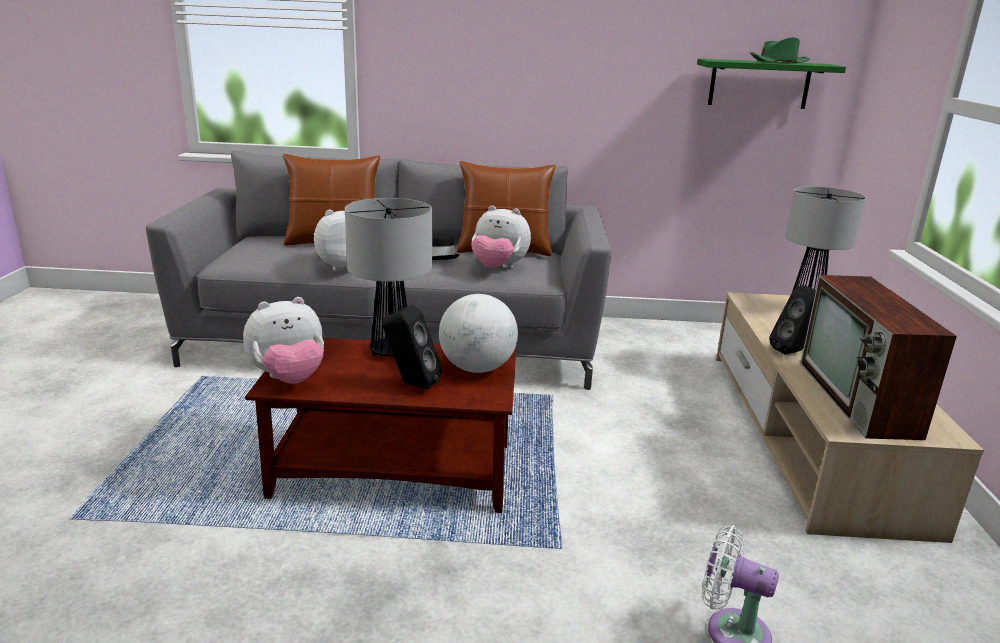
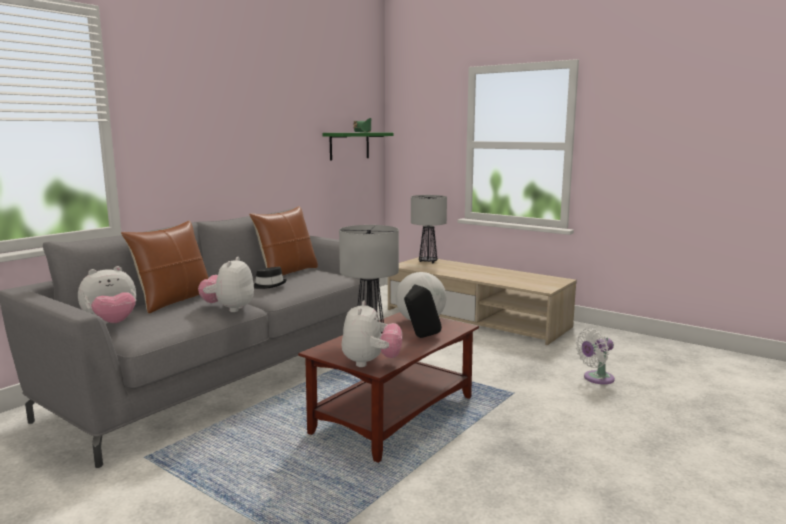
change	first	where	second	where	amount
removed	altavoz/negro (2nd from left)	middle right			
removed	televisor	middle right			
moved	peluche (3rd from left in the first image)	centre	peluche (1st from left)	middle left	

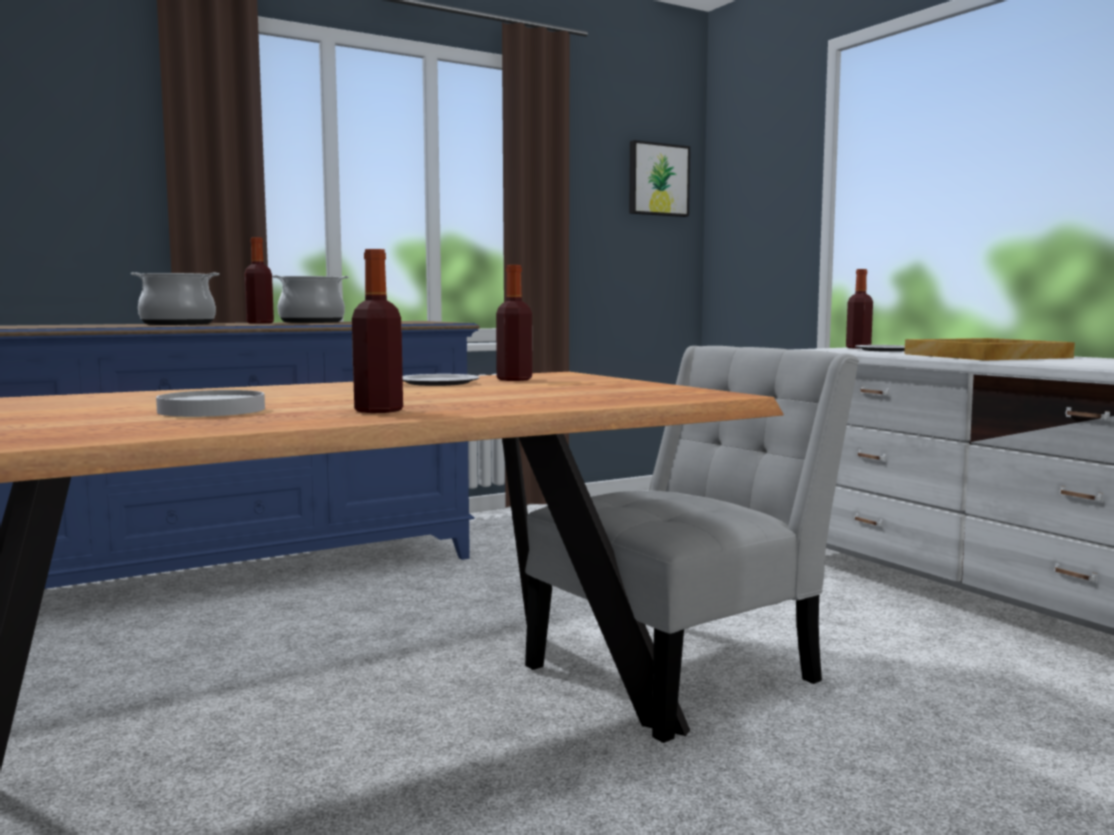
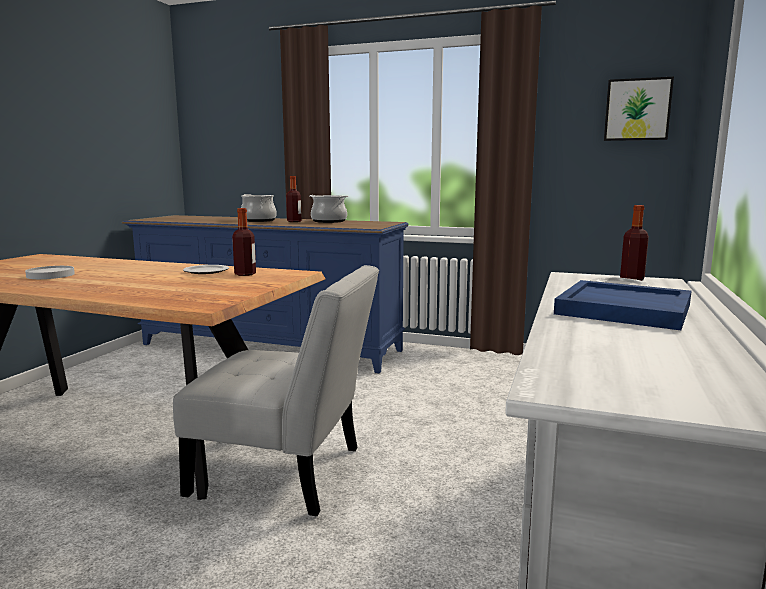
change	first	where	second	where	amount
removed	botella (2nd from left)	centre			
recoloured	bandeja/beis	middle right	bandeja/azul	middle right	

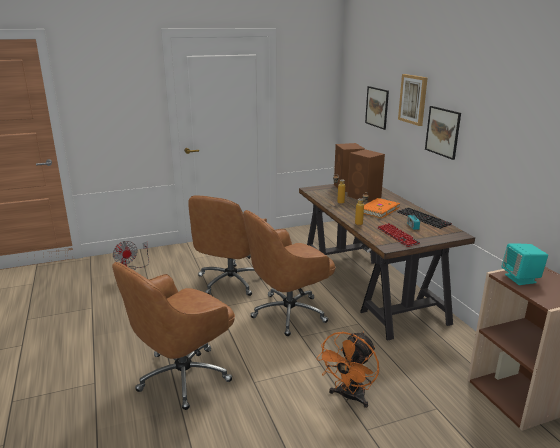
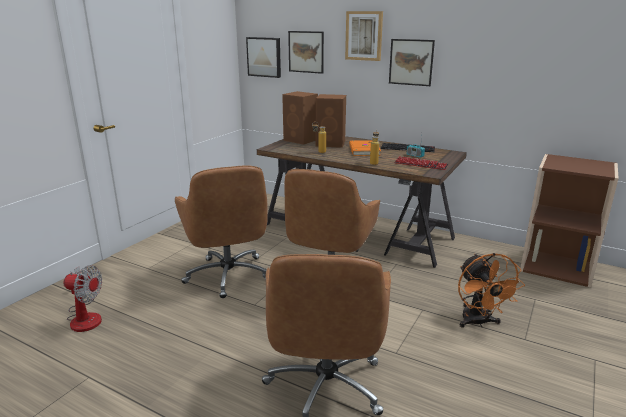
change	first	where	second	where	amount
removed	altavoz/turquesa	middle right			
added			cuadro (1st from left)	top centre	

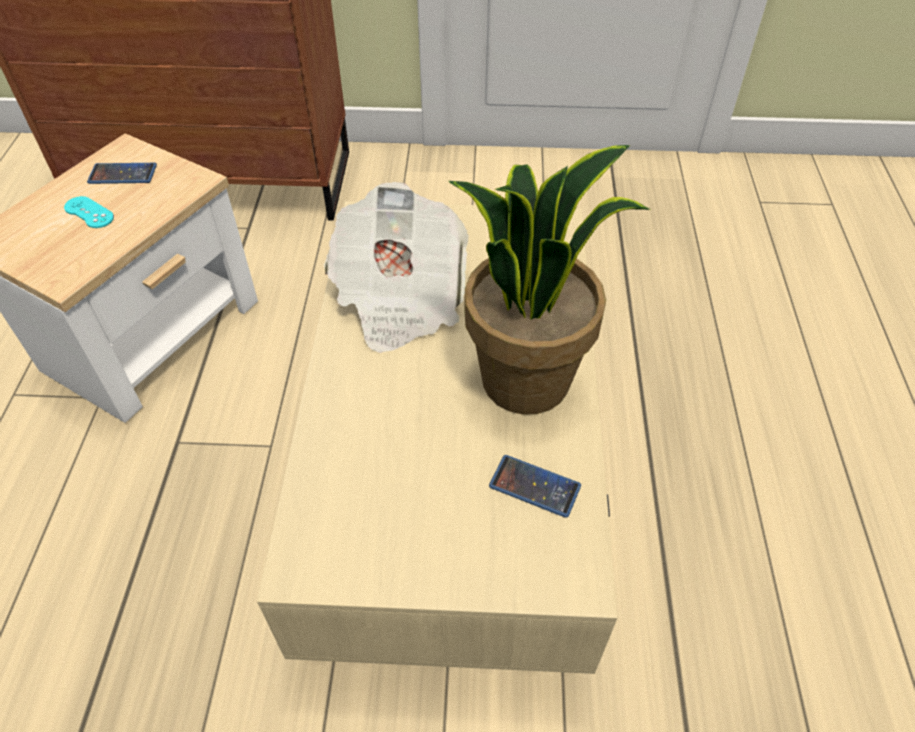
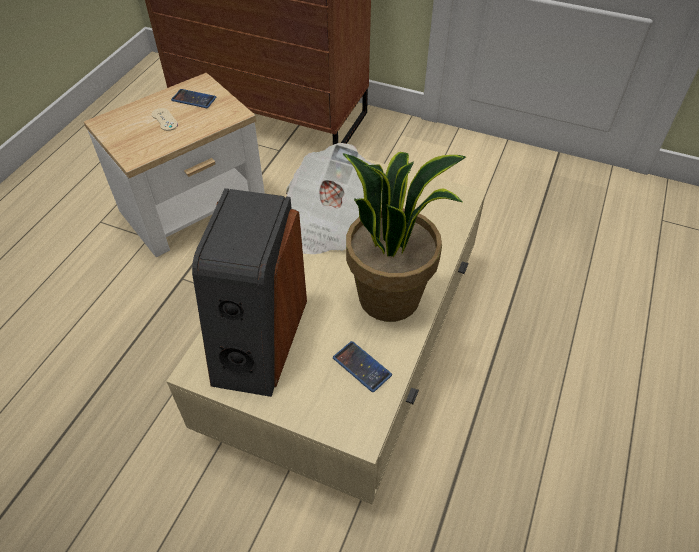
change	first	where	second	where	amount
added			altavoz	centre	
recoloured	mando de consola/turquesa	top left	mando de consola/beis	top left	

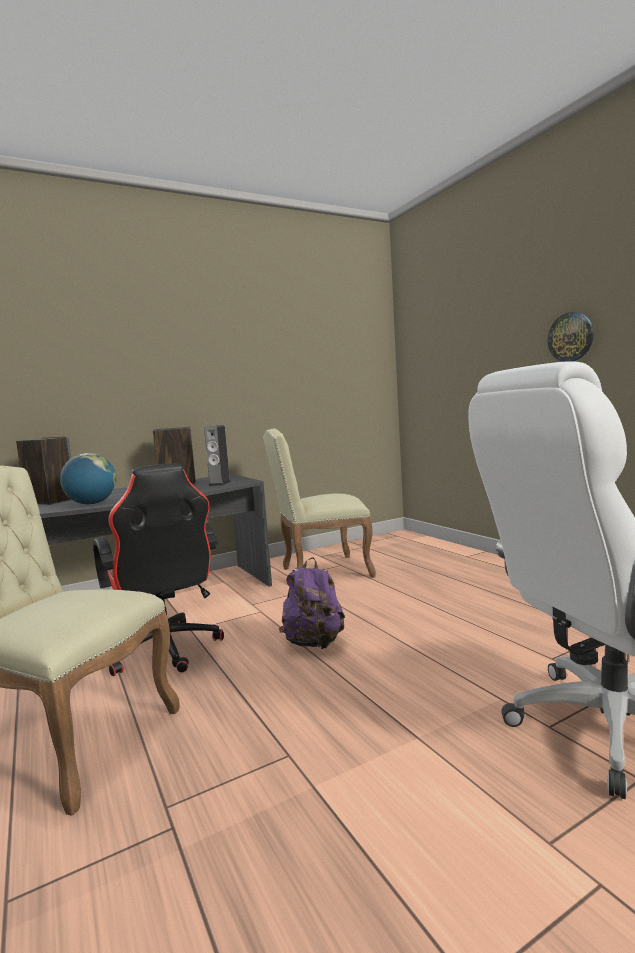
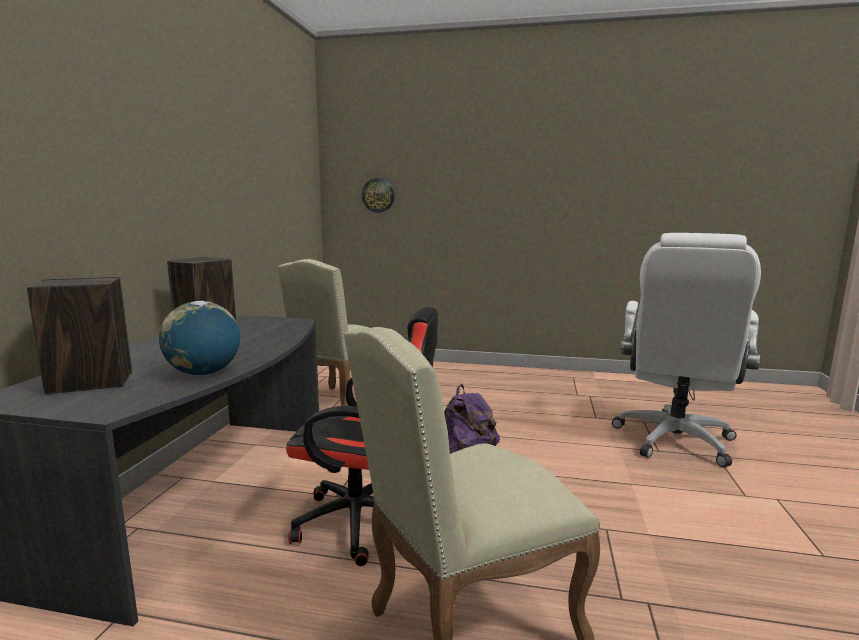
change	first	where	second	where	amount
removed	altavoz (3rd from left)	centre			
moved	reloj de pared	middle right		top centre	

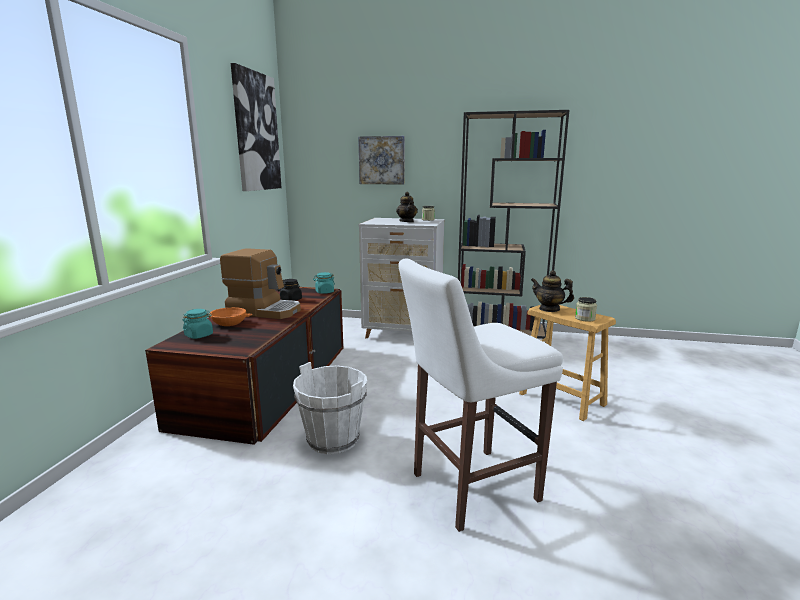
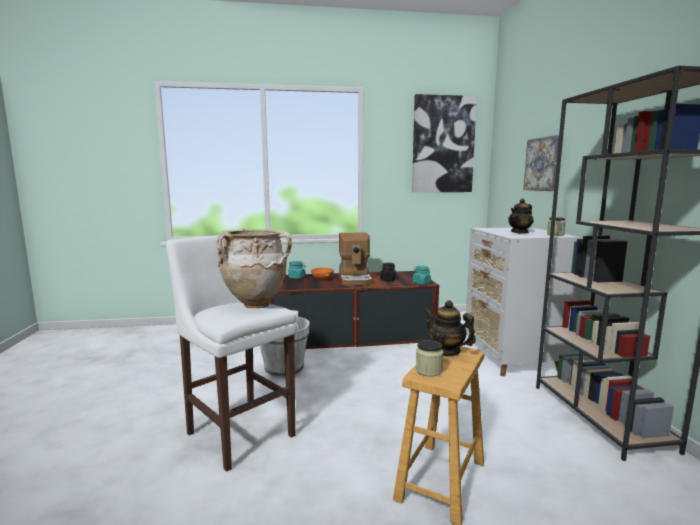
change	first	where	second	where	amount
added			florero/beis	centre	
turned	tetera (2nd from left in the first image)	middle right	tetera (1st from left)	centre	60 degrees counterclockwise

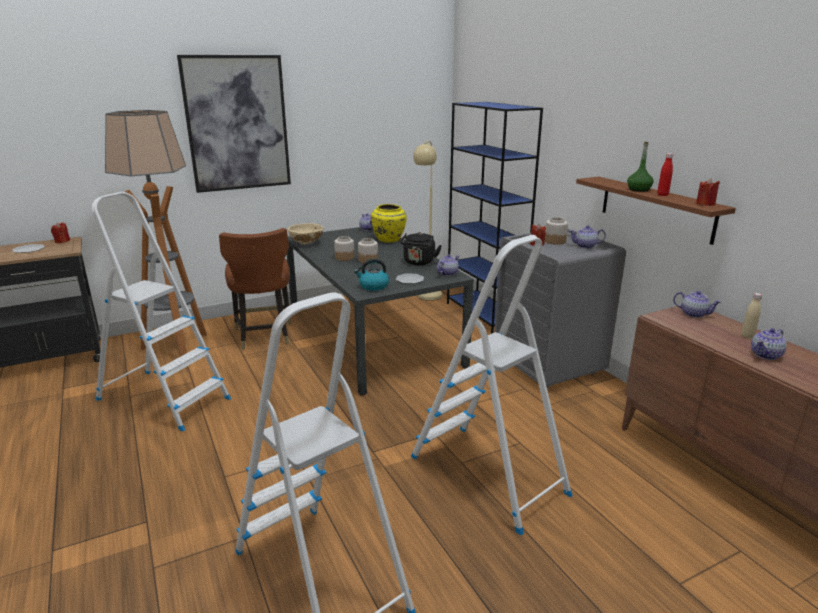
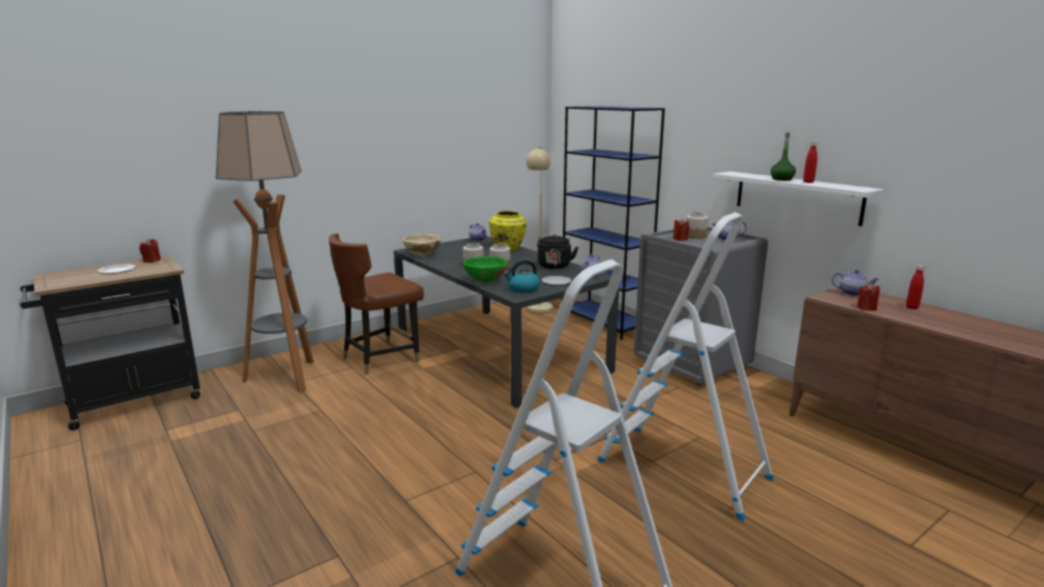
change	first	where	second	where	amount
removed	escalera de tijera/blanco (1st from left)	middle left			
removed	cuadro	top left			
removed	tetera (5th from left)	middle right			
added			cuenco/verde	centre	
moved	vela/rojo (3rd from left)	top right		middle right	
recoloured	estante/marrón	middle right	estante/blanco	middle right	
recoloured	botella/beis	middle right	botella/rojo (2nd from left)	middle right	
turned	silla/marrón	middle left		centre	75 degrees clockwise

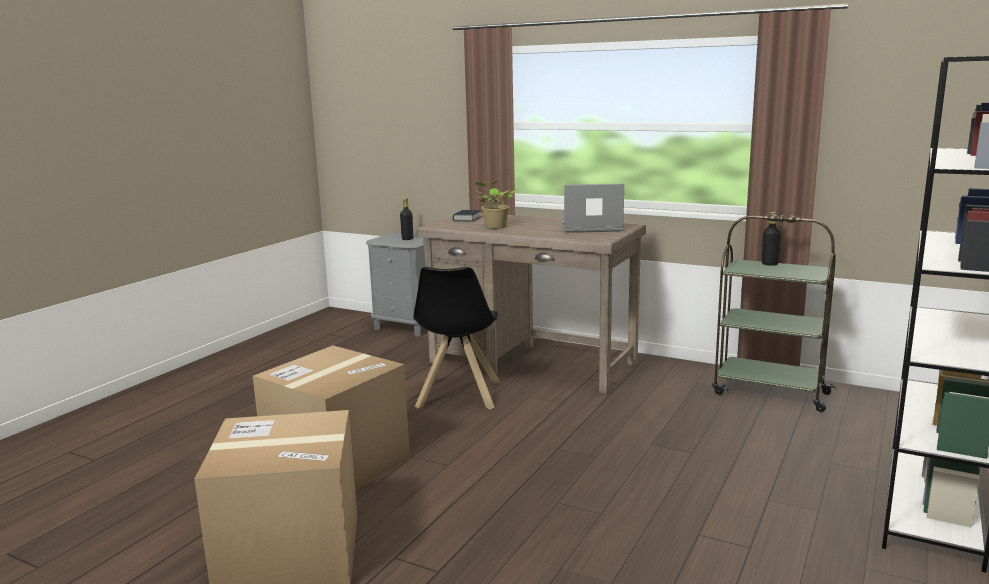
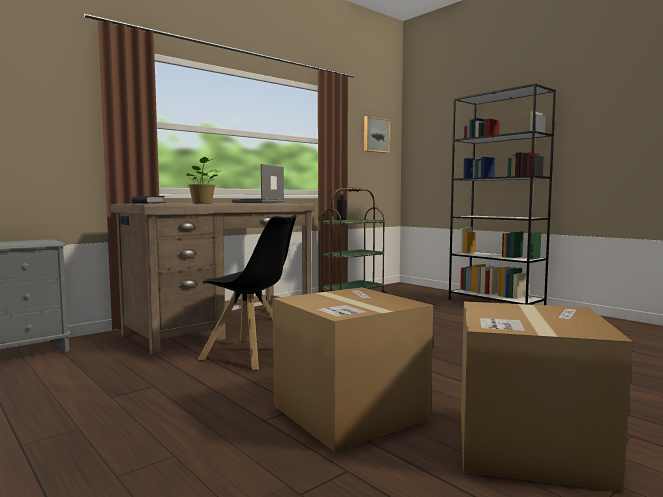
change	first	where	second	where	amount
removed	botella/negro (1st from left)	centre			
added			cuadro	top centre	

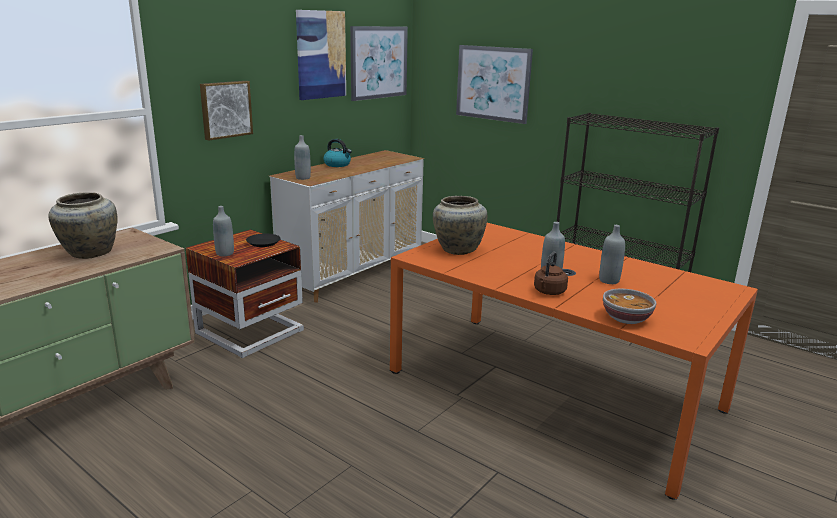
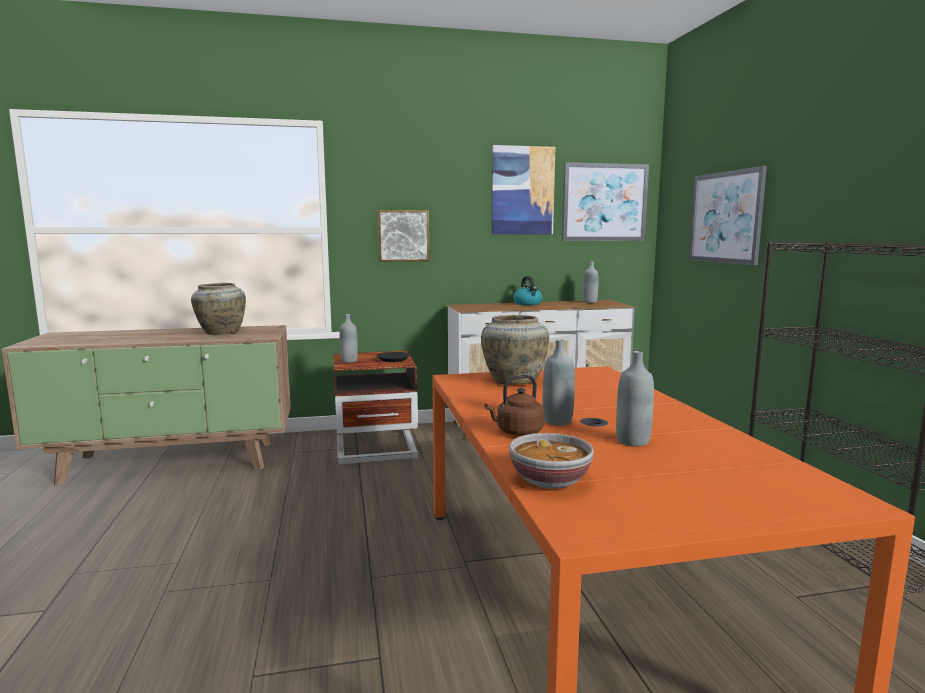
change	first	where	second	where	amount
moved	botella/gris (2nd from left in the first image)	top centre	botella/gris (3rd from left)	centre	

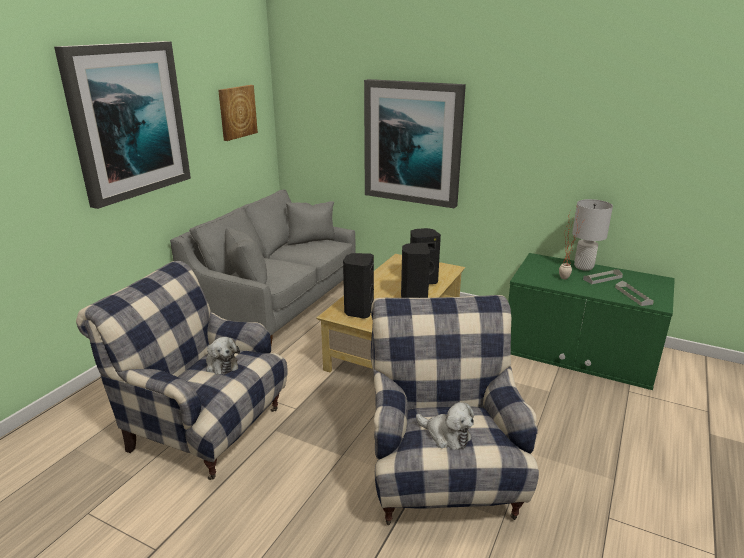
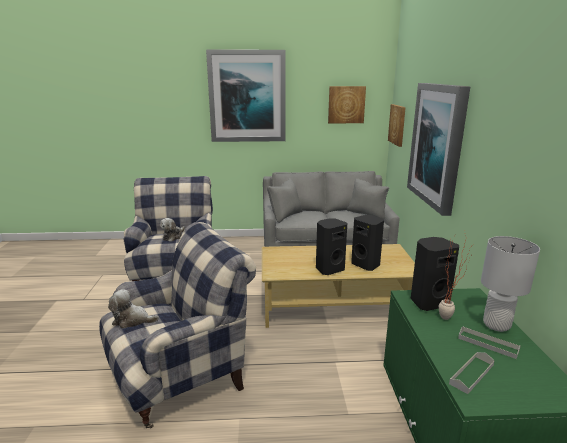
change	first	where	second	where	amount
added			cuadro (3rd from left)	top right	
moved	altavoz/negro (1st from left in the first image)	centre	altavoz/negro (3rd from left)	middle right	
turned	peluche (2nd from left in the first image)	bottom centre	peluche (1st from left)	bottom left	90 degrees clockwise

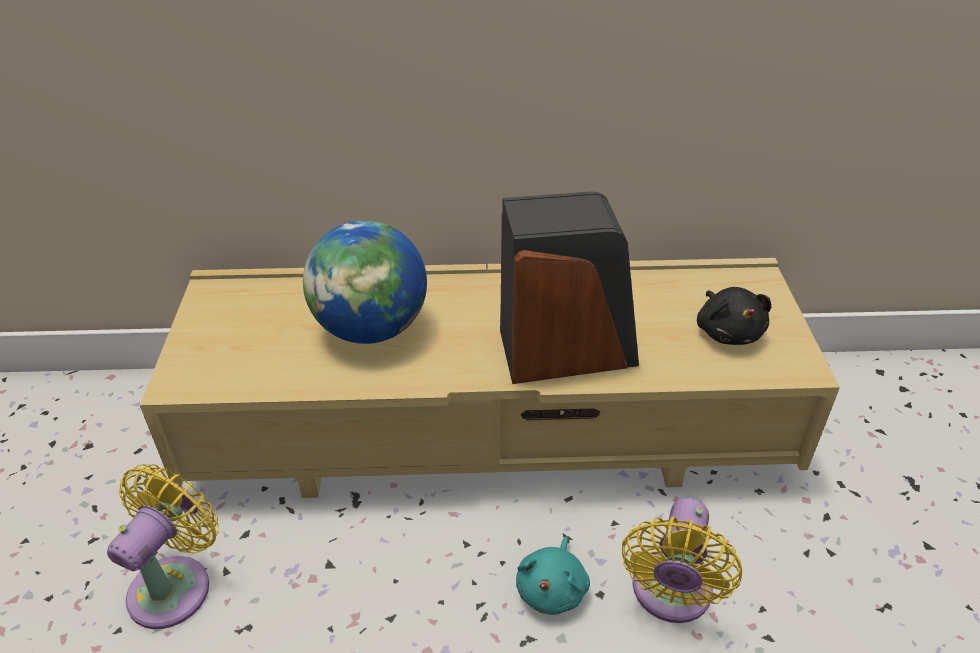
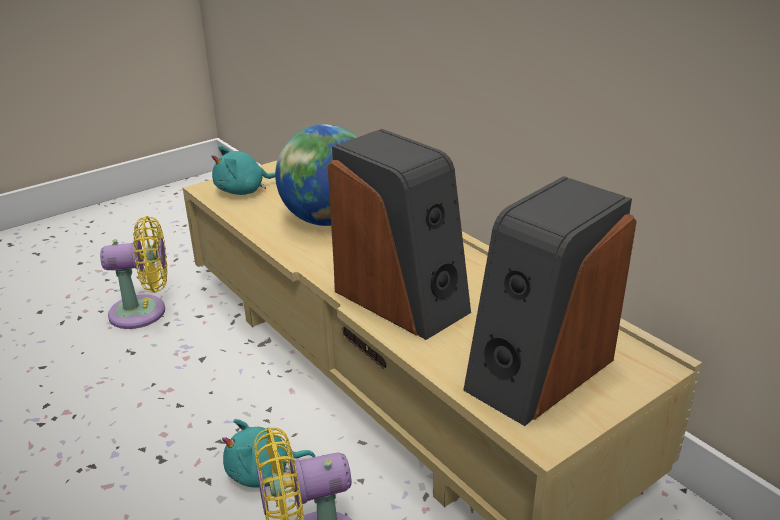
change	first	where	second	where	amount
added			peluche/turquesa (1st from left)	top left	
replaced	peluche/negro	middle right	altavoz (2nd from left)	middle right	

